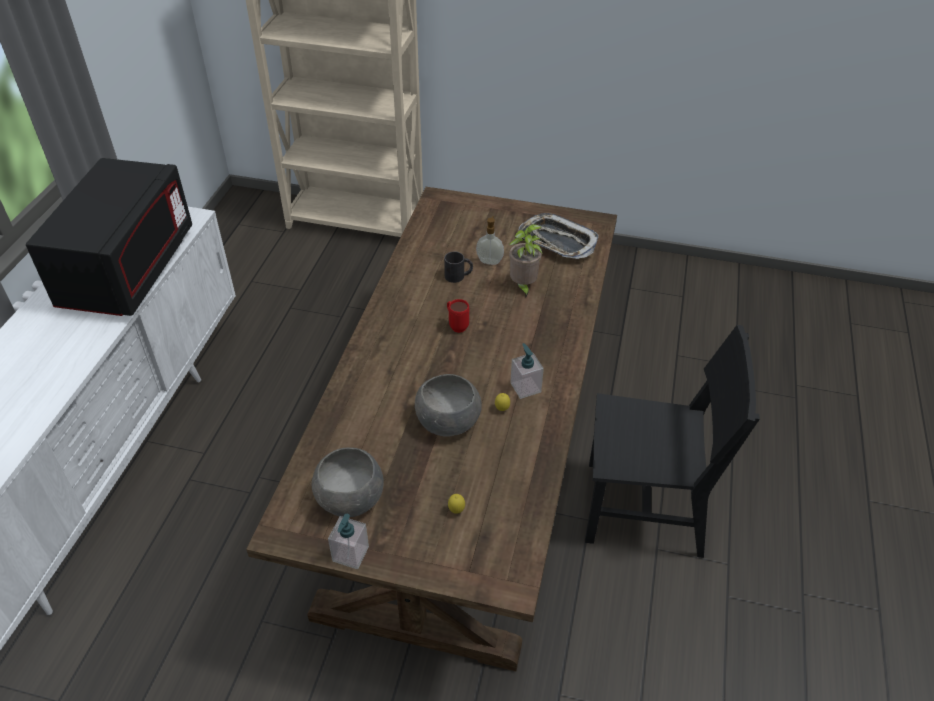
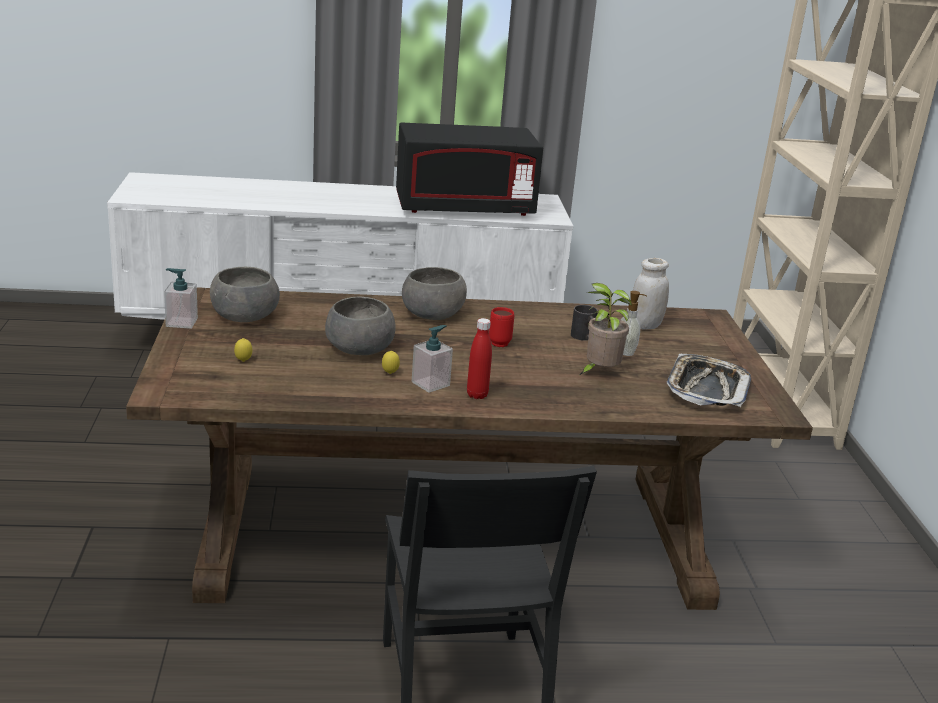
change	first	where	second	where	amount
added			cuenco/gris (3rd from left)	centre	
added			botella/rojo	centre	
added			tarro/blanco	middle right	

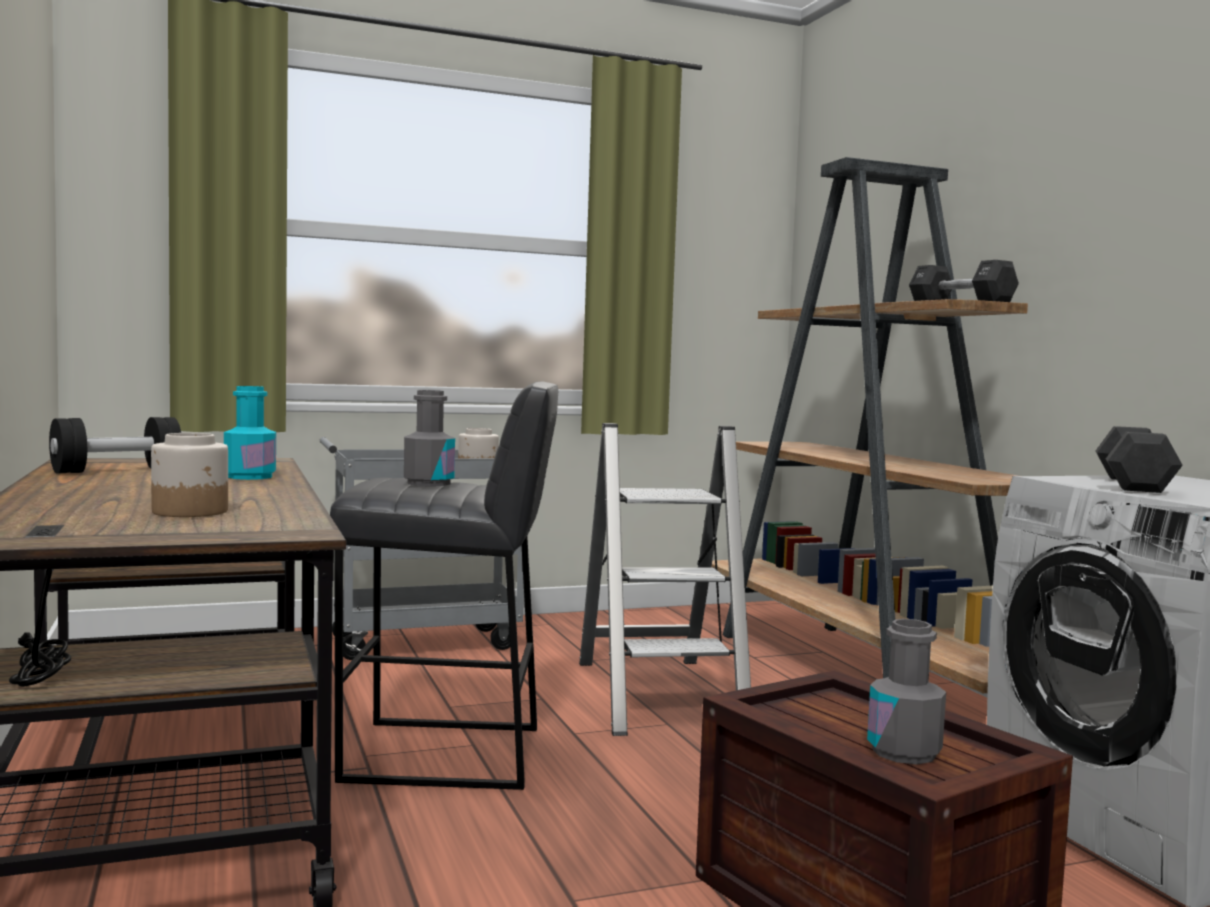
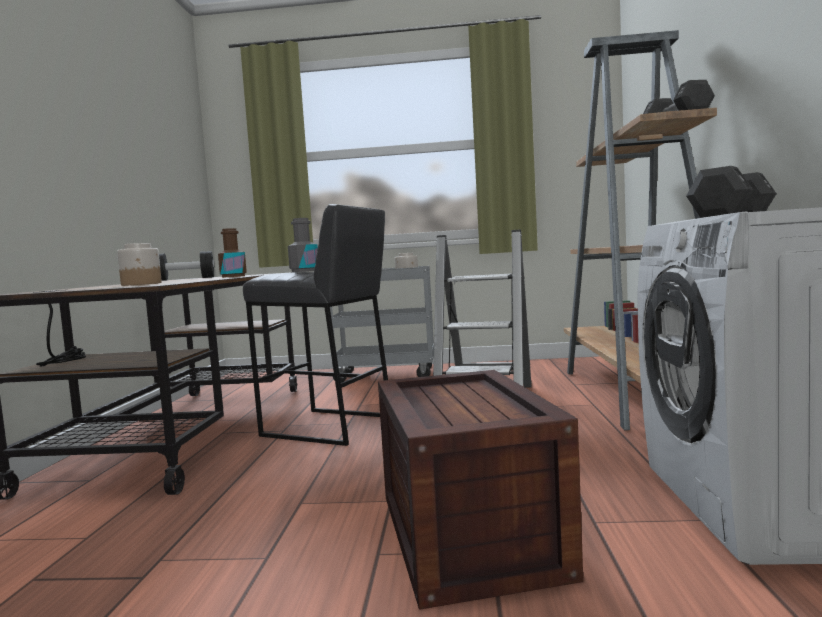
change	first	where	second	where	amount
removed	botella/gris (2nd from left)	bottom right			
recoloured	botella/turquesa	middle left	botella/marrón	middle left	

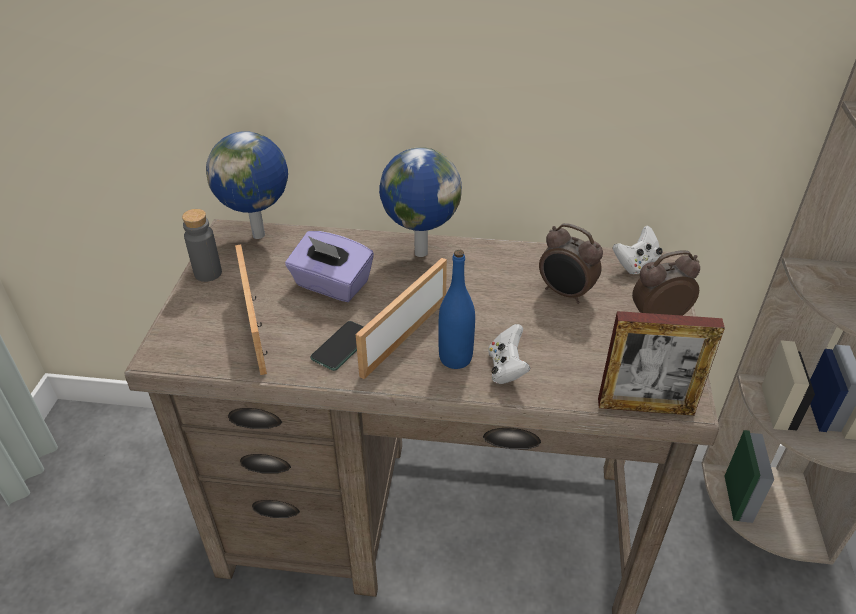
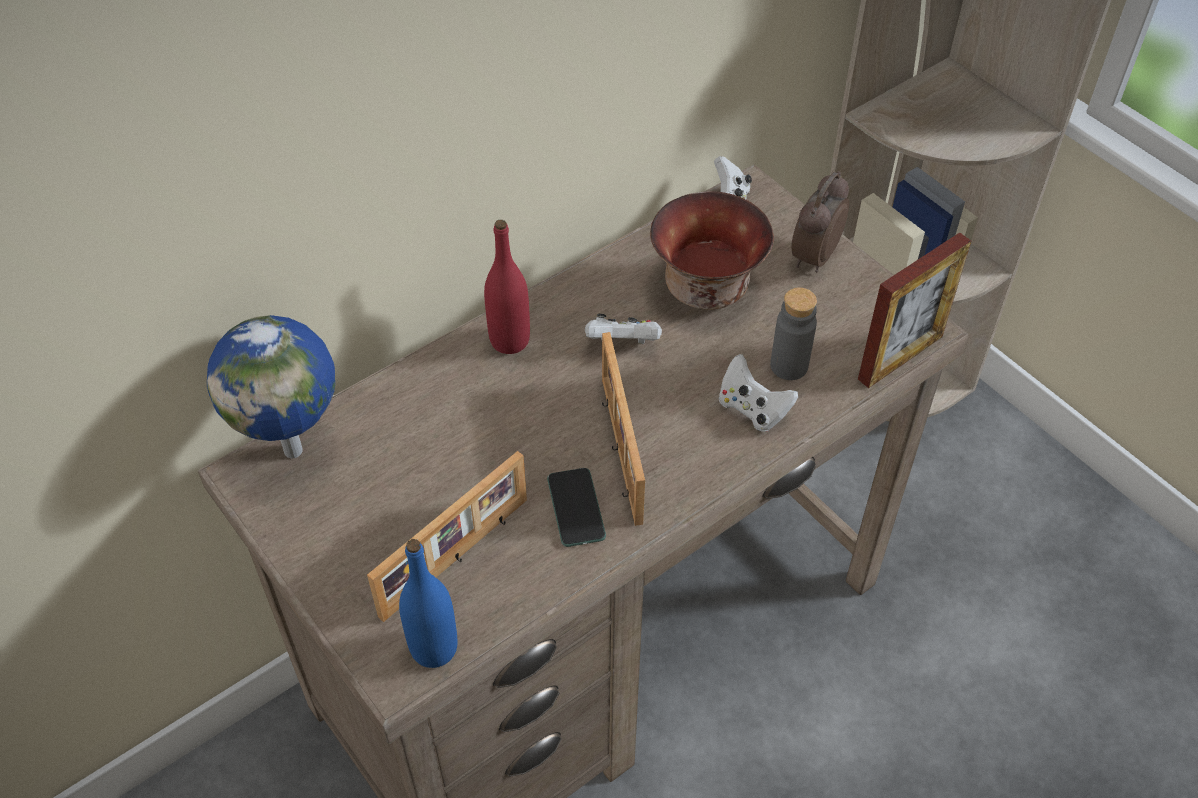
change	first	where	second	where	amount
removed	caja de pañuelos/morado	centre			
added			mando de consola/blanco (1st from left)	centre	
moved	botella/gris	middle left		centre	
moved	botella/azul	centre		bottom centre	
replaced	globo terráqueo (2nd from left)	top centre	botella/rojo	centre	
replaced	despertador (1st from left)	middle right	cuenco	top centre	
turned	portarretratos (1st from left)	middle left		bottom centre	105 degrees clockwise

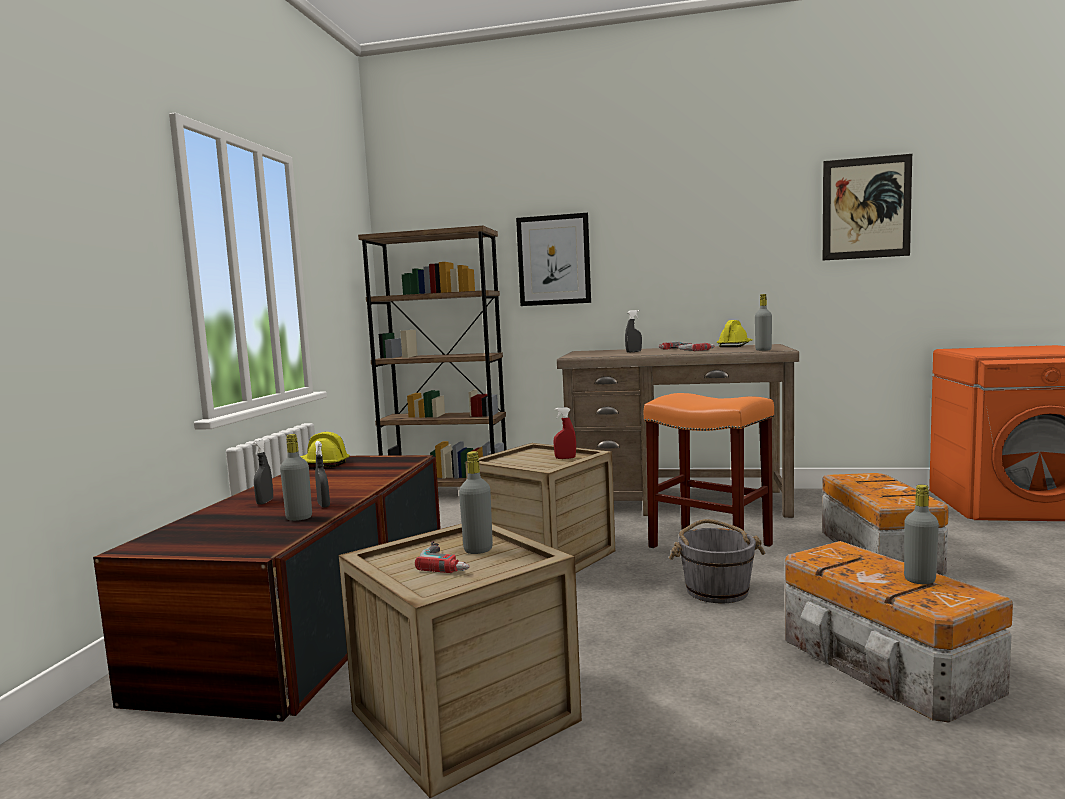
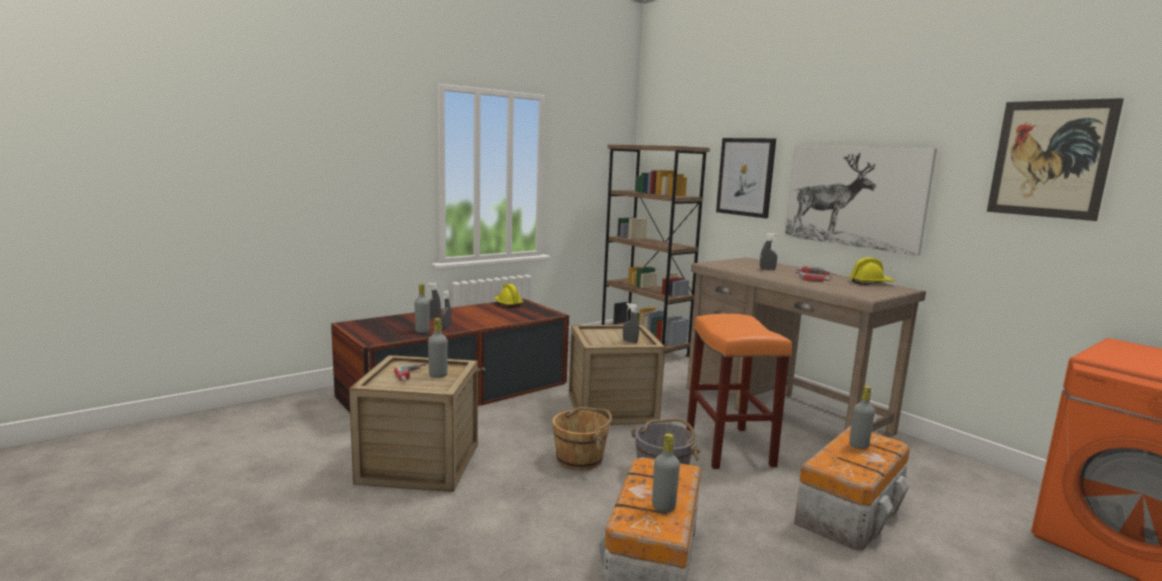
change	first	where	second	where	amount
added			cubo/marrón	bottom centre	
added			cuadro (2nd from left)	middle right	
moved	botella/gris (3rd from left in the first image)	middle right	botella/gris (4th from left)	bottom right	
recoloured	pulverizador/rojo	centre	pulverizador/gris (3rd from left)	centre	

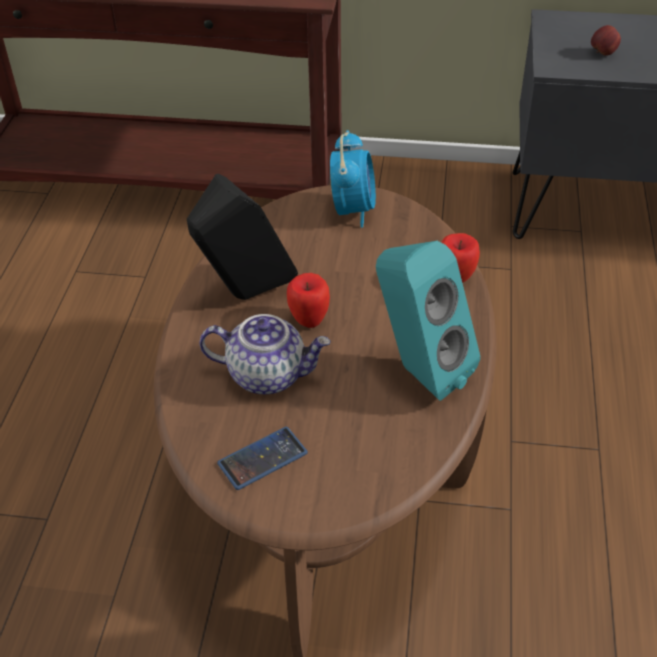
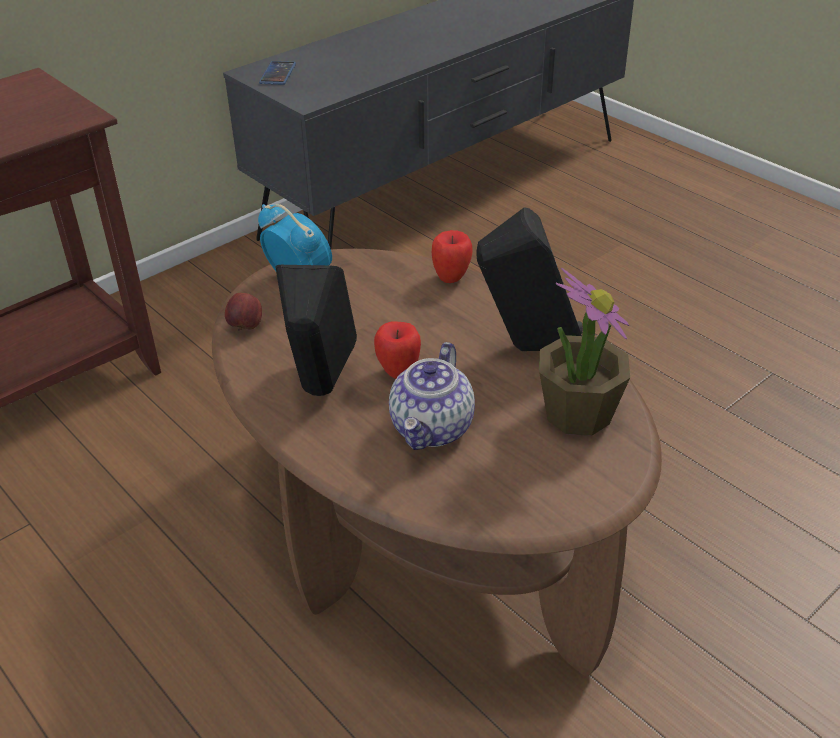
change	first	where	second	where	amount
added			planta en maceta	middle right	
moved	móvil	bottom centre		top left	
moved	manzana (3rd from left in the first image)	top right	manzana (1st from left)	middle left	
recoloured	altavoz/turquesa	centre	altavoz/negro (2nd from left)	centre	
turned	tetera	centre		centre	150 degrees clockwise

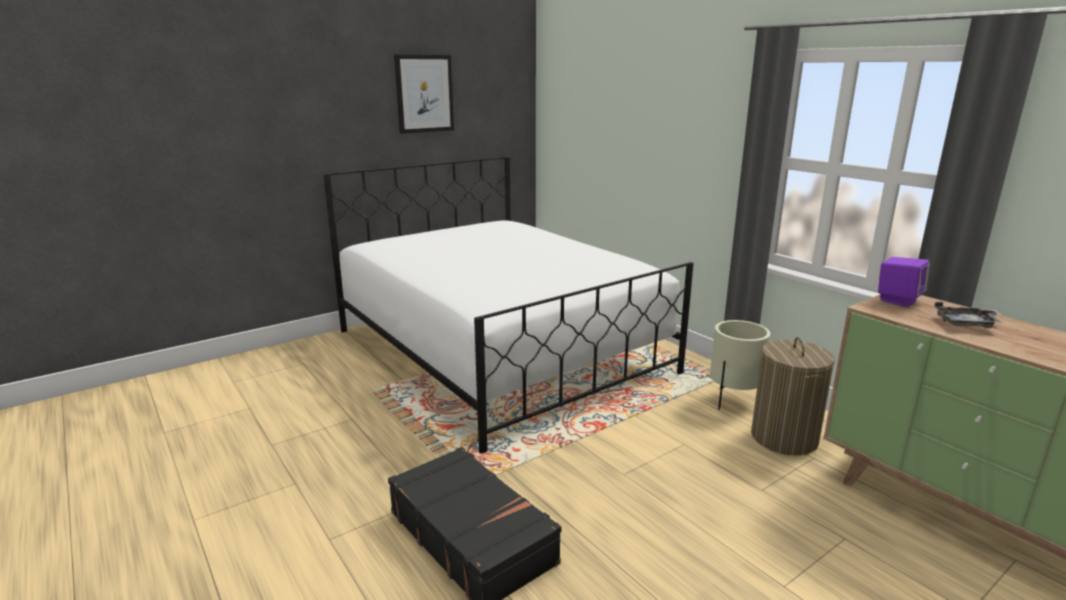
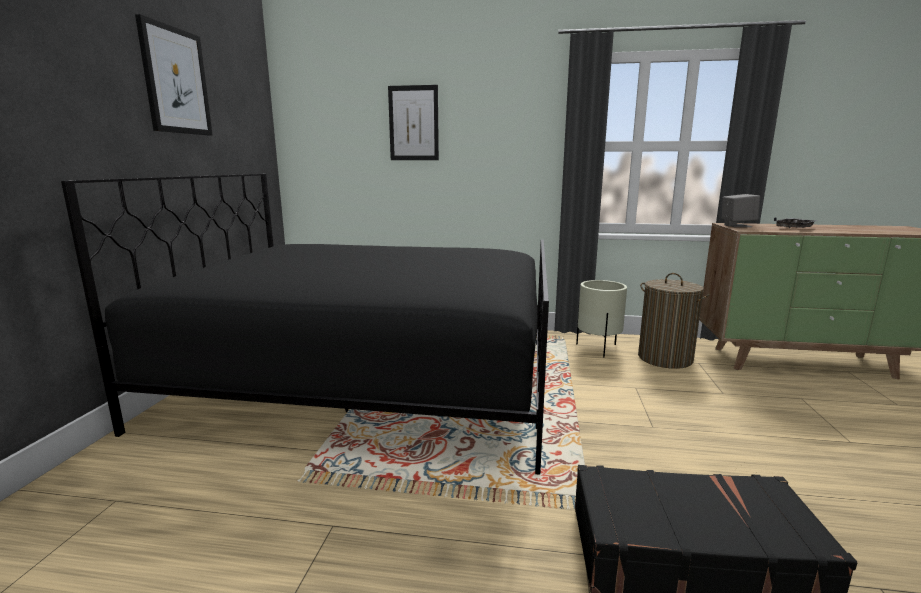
change	first	where	second	where	amount
added			cuadro (2nd from left)	top centre	
recoloured	cama/blanco	centre	cama/negro	middle left	
recoloured	altavoz/morado	middle right	altavoz/gris	middle right	

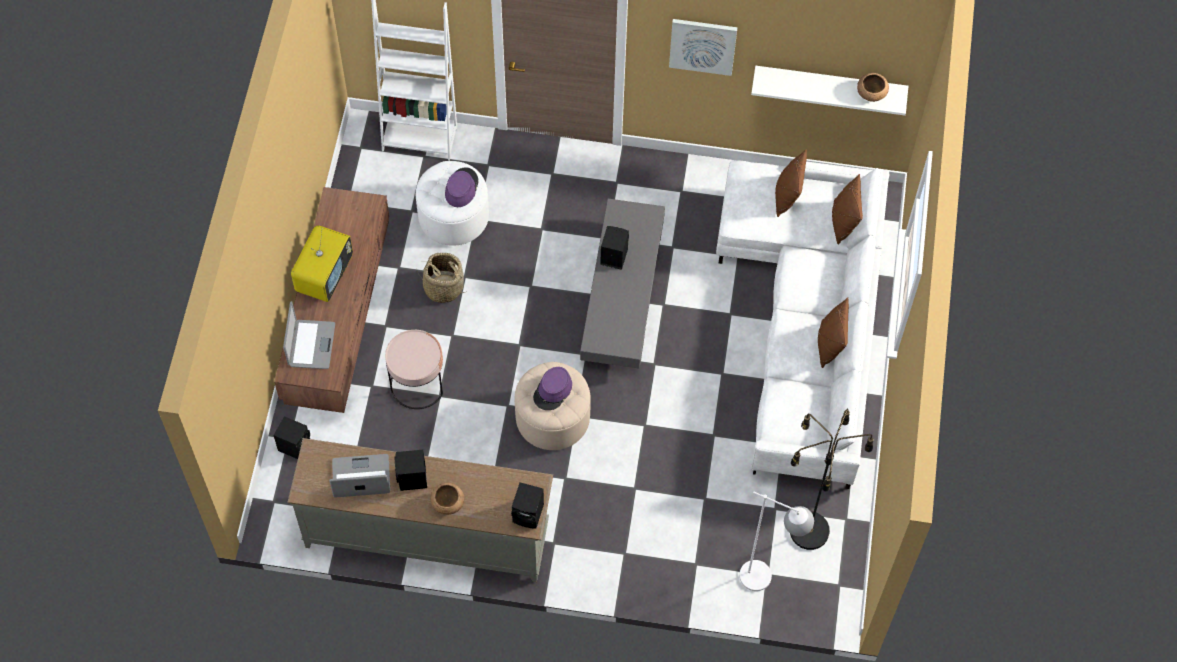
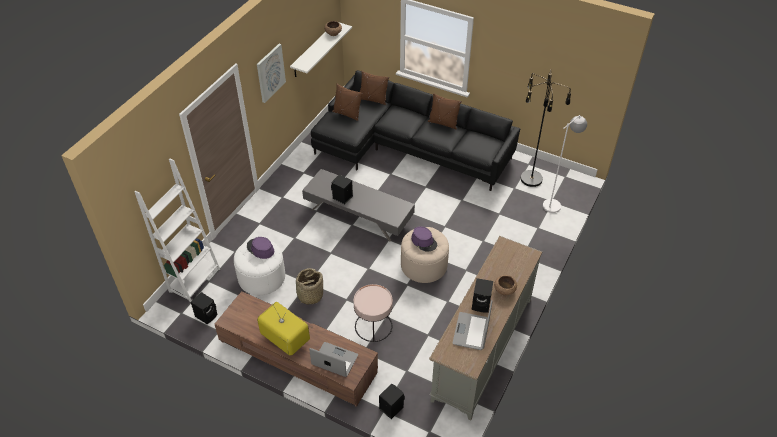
change	first	where	second	where	amount
moved	altavoz/negro (3rd from left in the first image)	bottom centre	altavoz/negro (1st from left)	bottom left	
recoloured	sofá/blanco	middle right	sofá/negro	top centre	

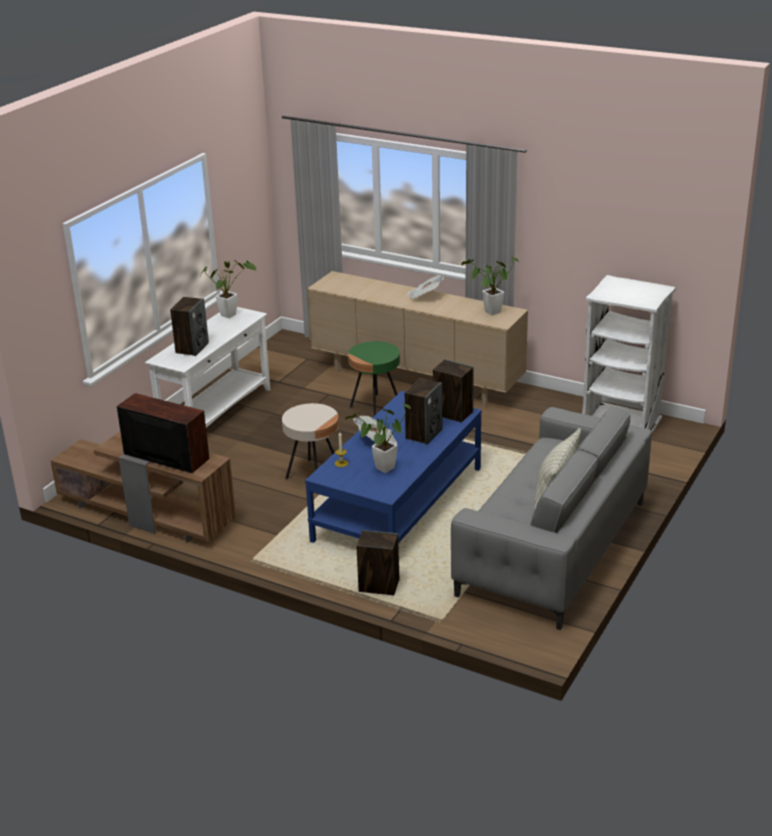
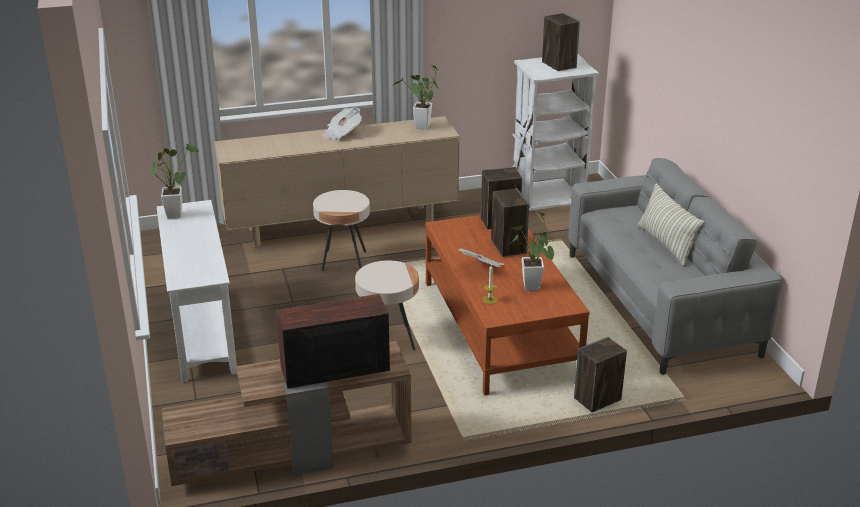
change	first	where	second	where	amount
moved	altavoz (1st from left in the first image)	middle left	altavoz (3rd from left)	top centre	
recoloured	mesa de centro/azul	centre	mesa de centro/marrón	centre	
recoloured	mesa auxiliar/verde	centre	mesa auxiliar/beis (1st from left)	centre	

